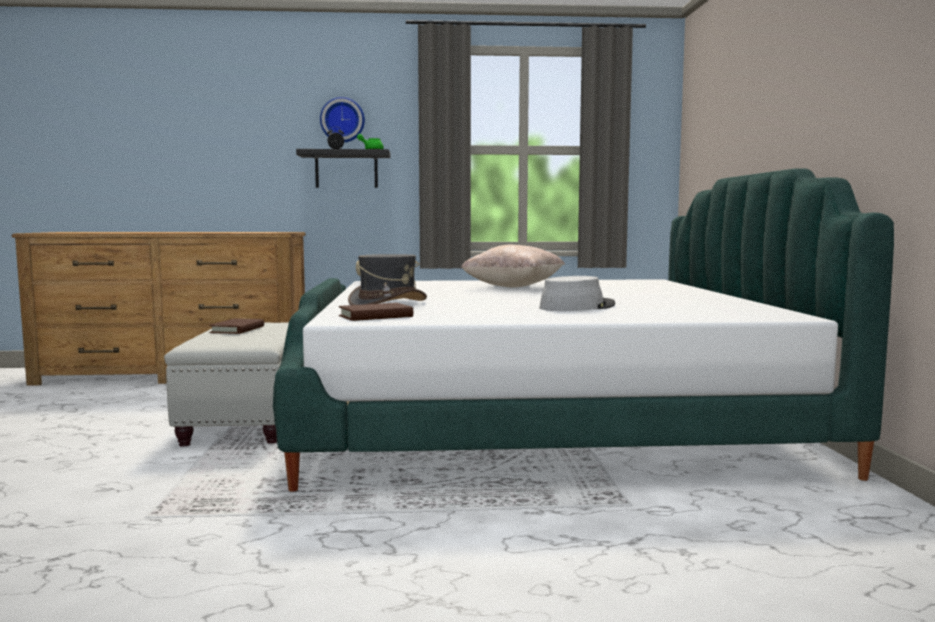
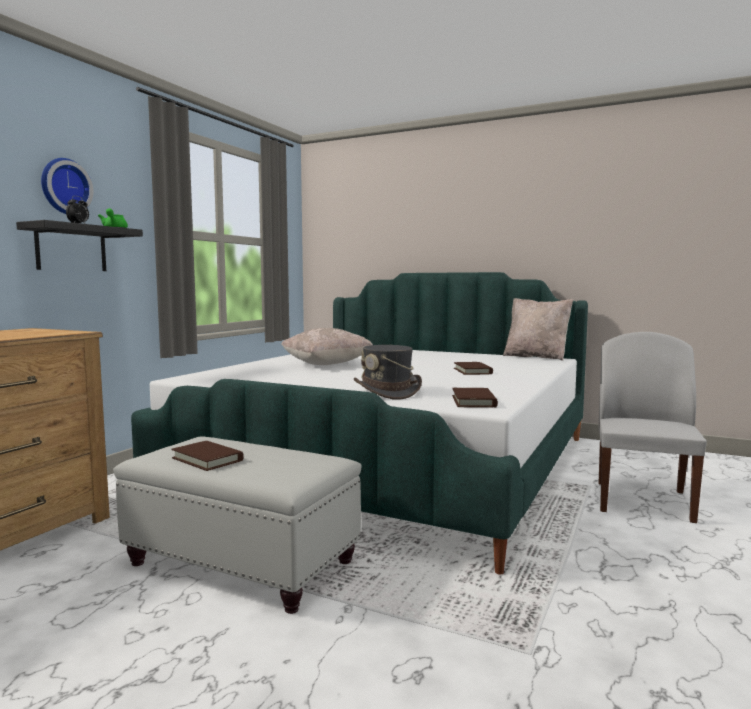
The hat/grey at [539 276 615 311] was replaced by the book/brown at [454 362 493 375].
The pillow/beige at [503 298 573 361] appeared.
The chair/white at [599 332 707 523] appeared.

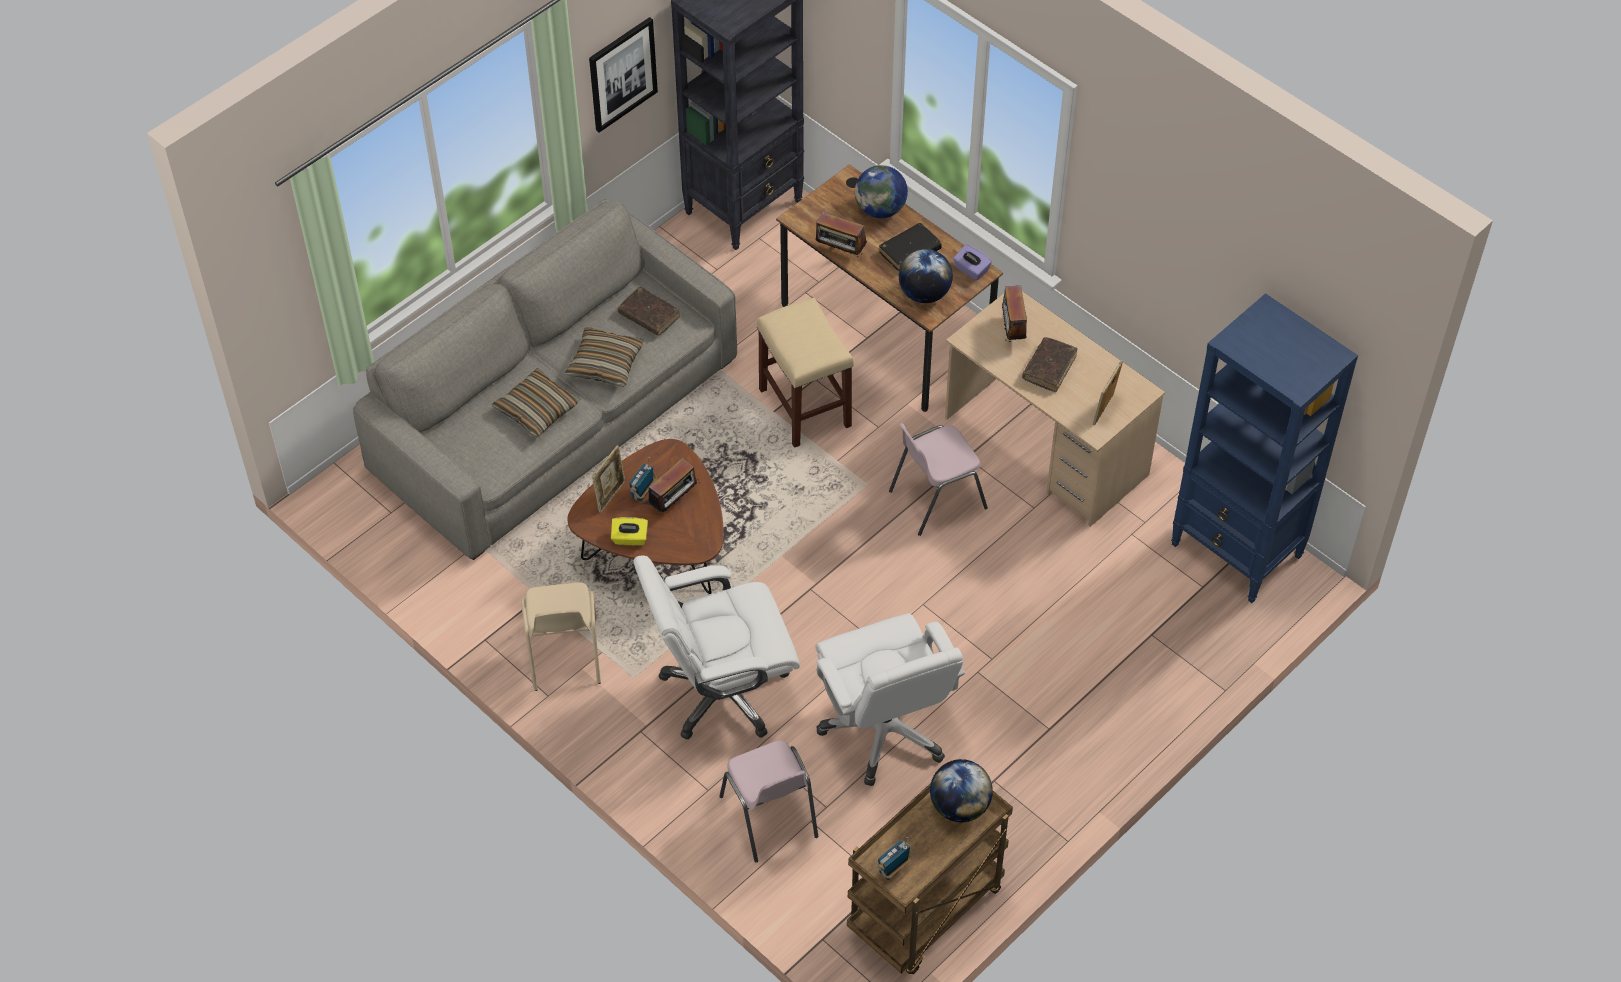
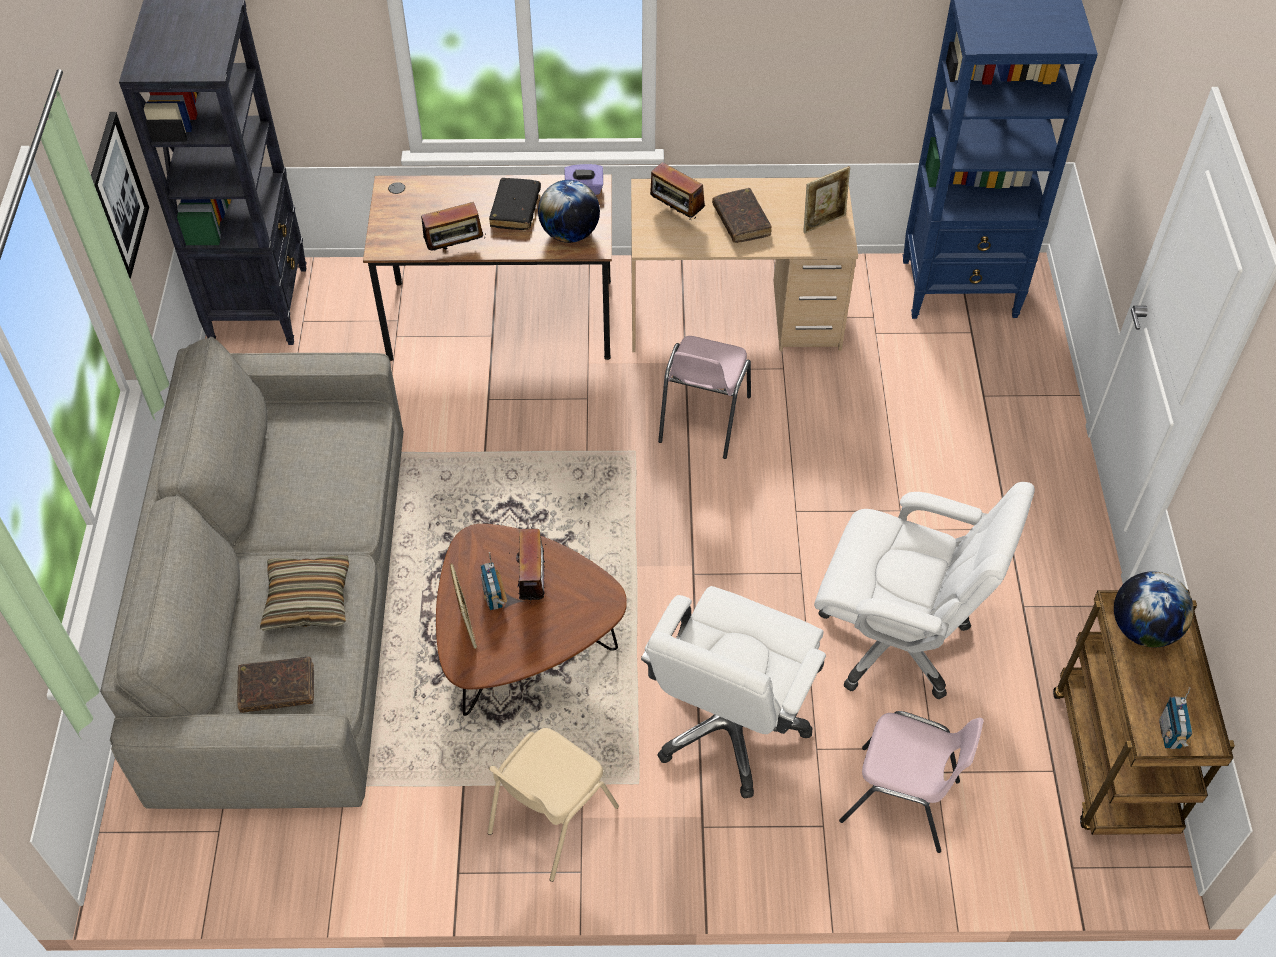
The chair/beige at [521 582 601 691] turned 90 degrees clockwise.
The pillow at [565 327 643 387] disappeared.
The tissue box/yellow at [611 517 648 546] disappeared.
The book/brown moved from [618 286 680 336] to [237 657 314 713].
The stool/beige at [757 298 854 448] disappeared.
The globe at [855 165 908 218] disappeared.
The picture frame at [1093 360 1123 425] turned 105 degrees counterclockwise.

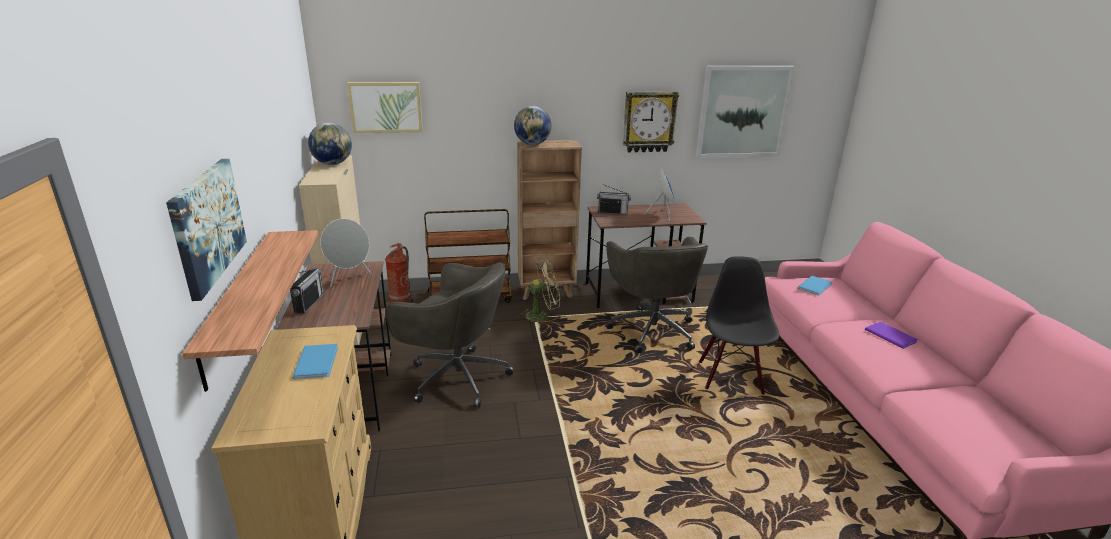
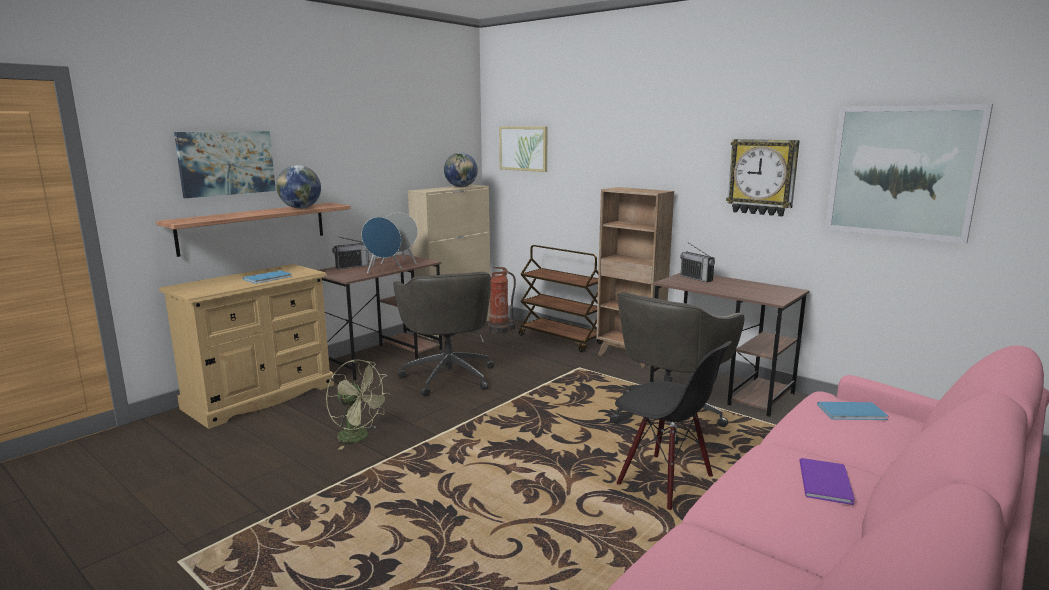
The globe moved from [514 106 552 145] to [276 165 321 209].
The fan/green moved from [518 260 560 323] to [326 359 390 450].
The speaker/blue moved from [644 168 675 221] to [362 217 402 274].
The chair/black at [699 256 779 394] turned 75 degrees clockwise.

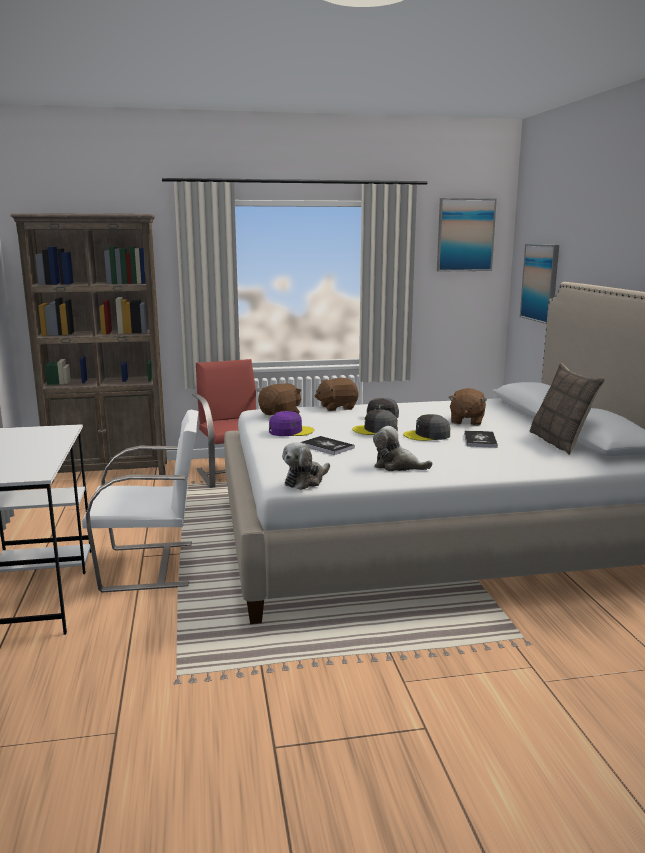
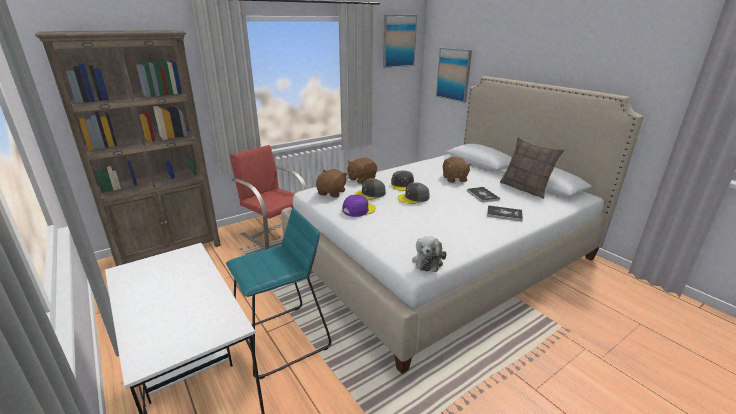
The chair/white at [82 410 198 592] was replaced by the stool/turquoise at [226 208 331 379].
The book moved from [300 436 355 455] to [487 205 523 221].
The plush toy at [373 426 433 471] disappeared.
The cap/grey moved from [403 414 450 441] to [355 179 386 200].

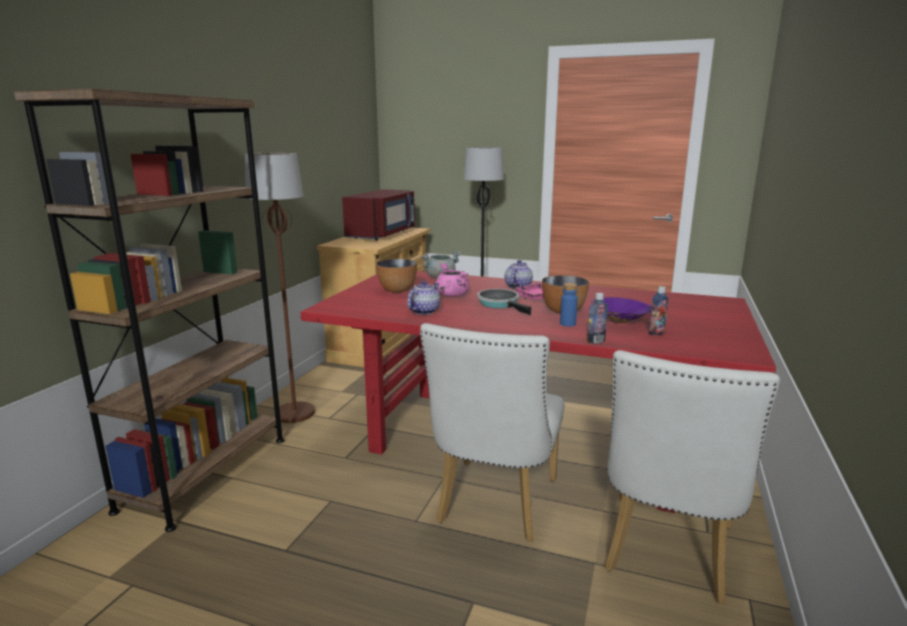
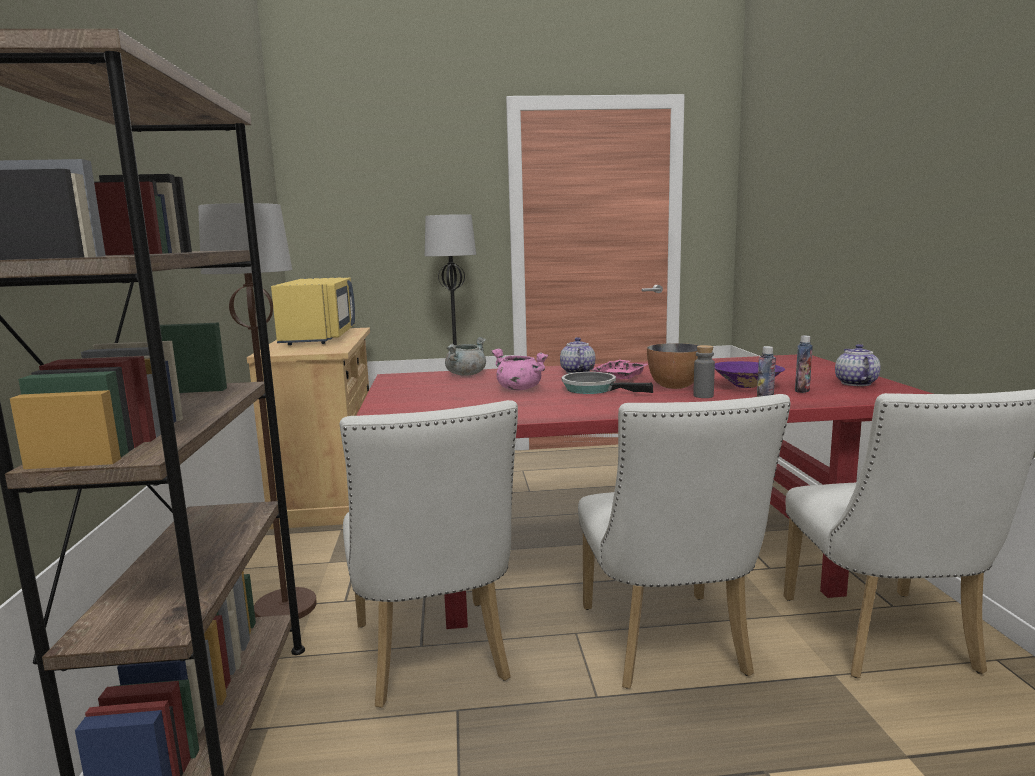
The microwave/red at [342 189 415 240] became the microwave/yellow at [271 277 355 345].
The bowl at [376 259 417 293] disappeared.
The teapot moved from [407 281 440 315] to [835 344 881 386].
The bottle/blue at [560 283 578 326] became the bottle/grey at [693 345 715 398].
The chair/white at [340 400 518 708] appeared.

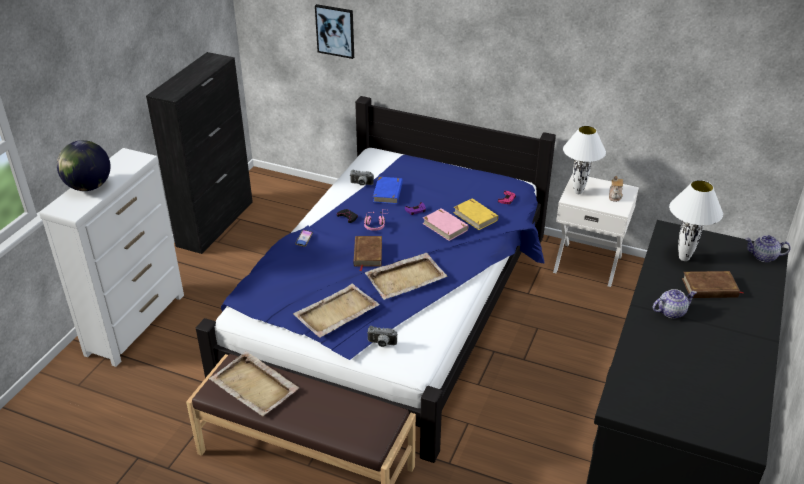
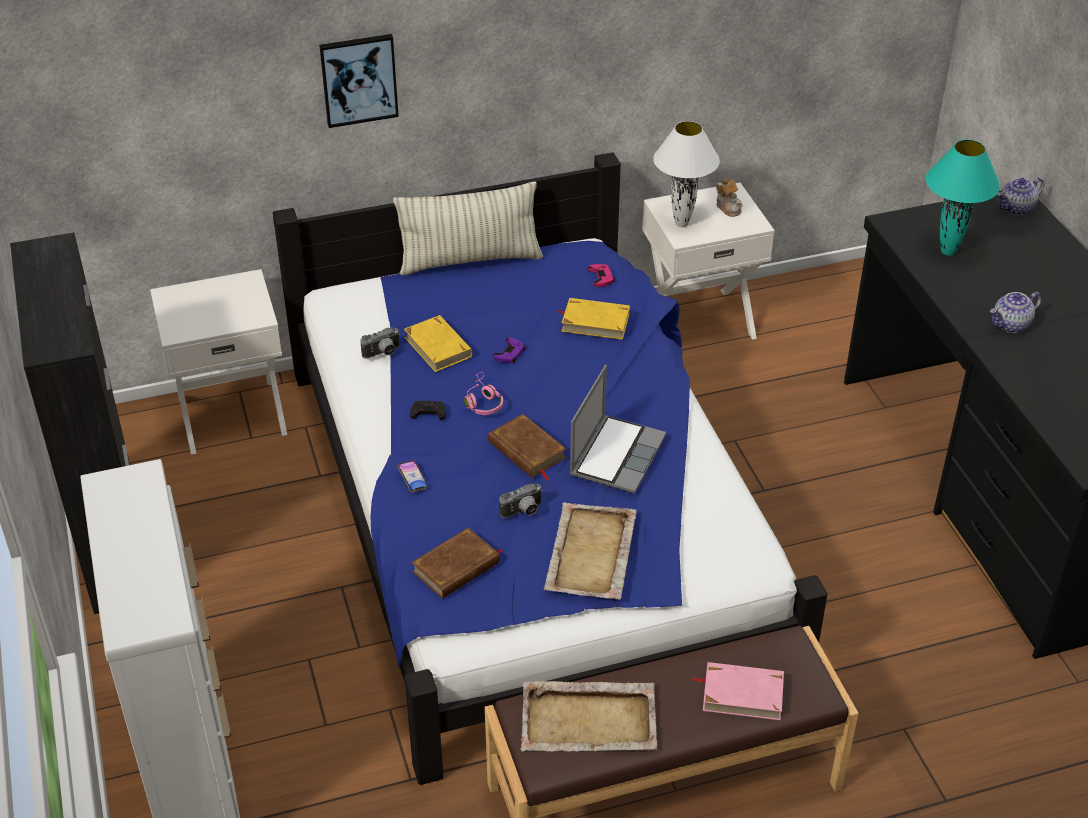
The globe at [57 140 110 191] disappeared.
The picture moved from [315 4 354 59] to [319 34 399 128].
The tray/beige at [365 253 448 300] was replaced by the laptop at [570 365 666 493].
The photo camera moved from [367 326 397 347] to [499 483 543 518].
The book/blue at [373 177 403 204] became the book/yellow at [404 315 472 372].
The book/pink moved from [423 208 468 241] to [692 662 784 720].
The teapot at [653 289 697 319] turned 150 degrees counterclockwise.
The table lamp/white at [669 180 723 261] became the table lamp/turquoise at [926 139 1000 256].
The book/brown moved from [682 271 743 298] to [411 528 503 599].
The nightstand/white at [150 269 287 455] appeared.
The pillow at [393 181 543 275] appeared.

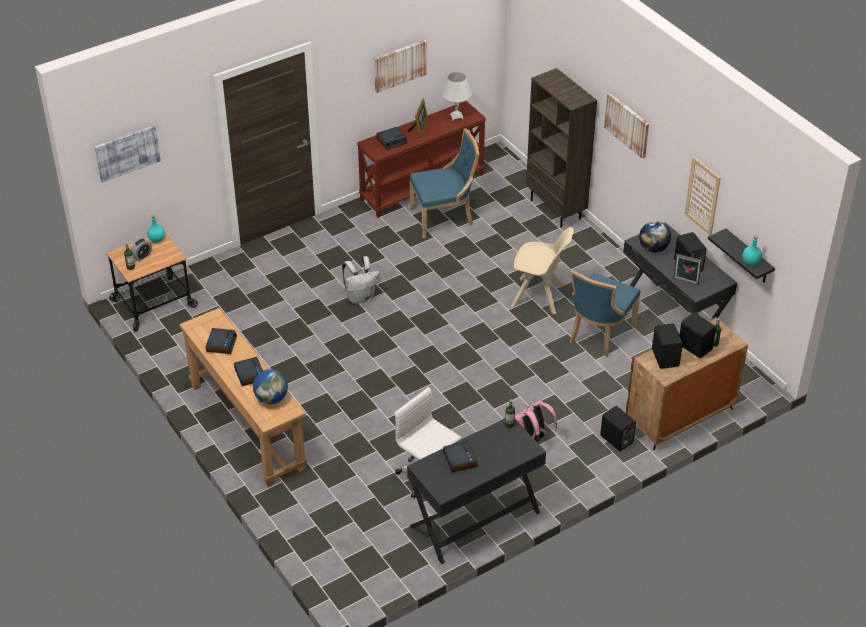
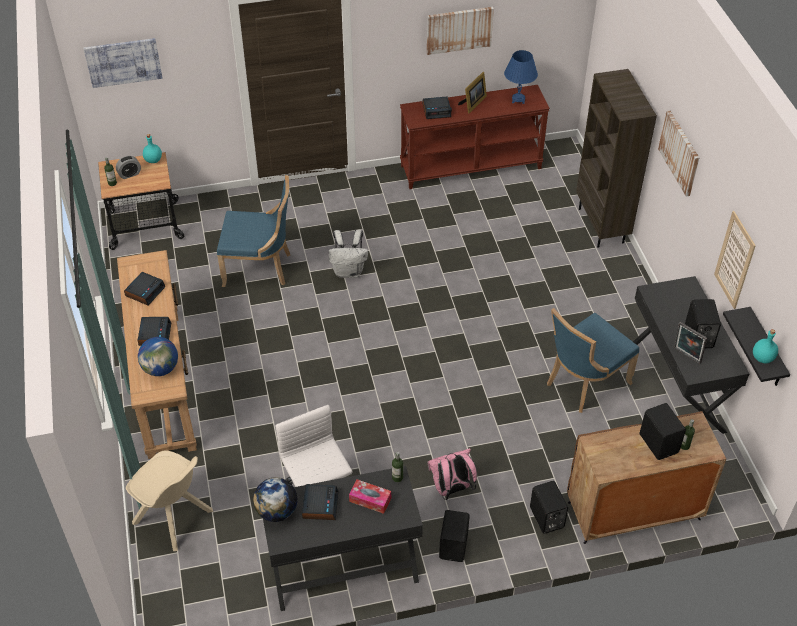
The chair/blue moved from [409 129 479 238] to [217 175 290 287].
The table lamp/white at [442 72 472 121] became the table lamp/blue at [504 50 538 104].
The chair/beige moved from [511 227 574 314] to [126 451 213 551].
The globe moved from [639 221 671 253] to [253 477 297 522].
The speaker/black moved from [652 323 683 369] to [439 510 470 562].
The tissue box at [349 479 391 514] appeared.

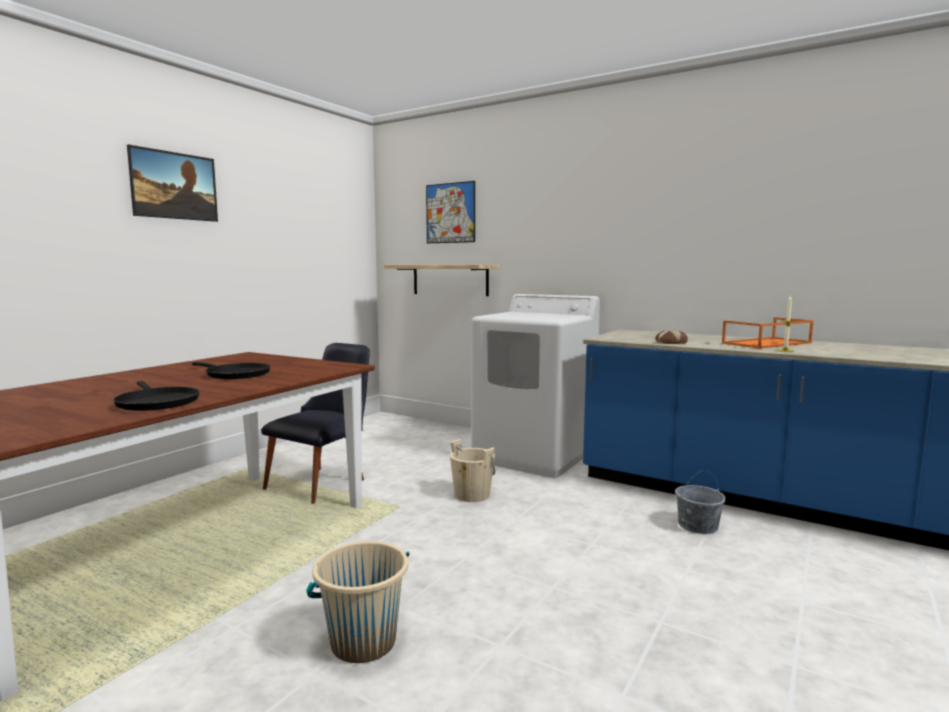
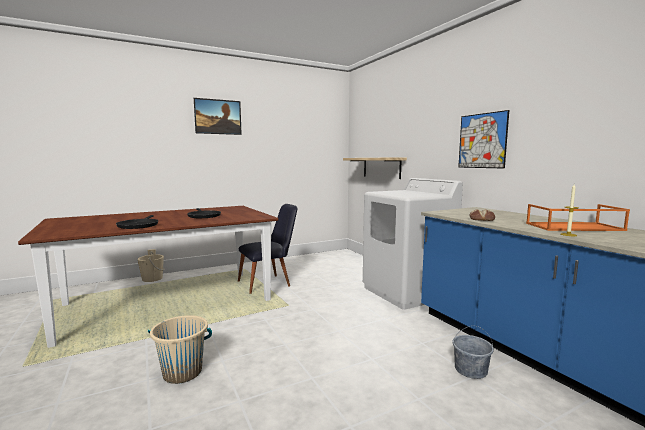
The picture moved from [426 181 475 243] to [458 110 509 169].
The bucket/beige moved from [450 439 495 502] to [138 249 164 282].

